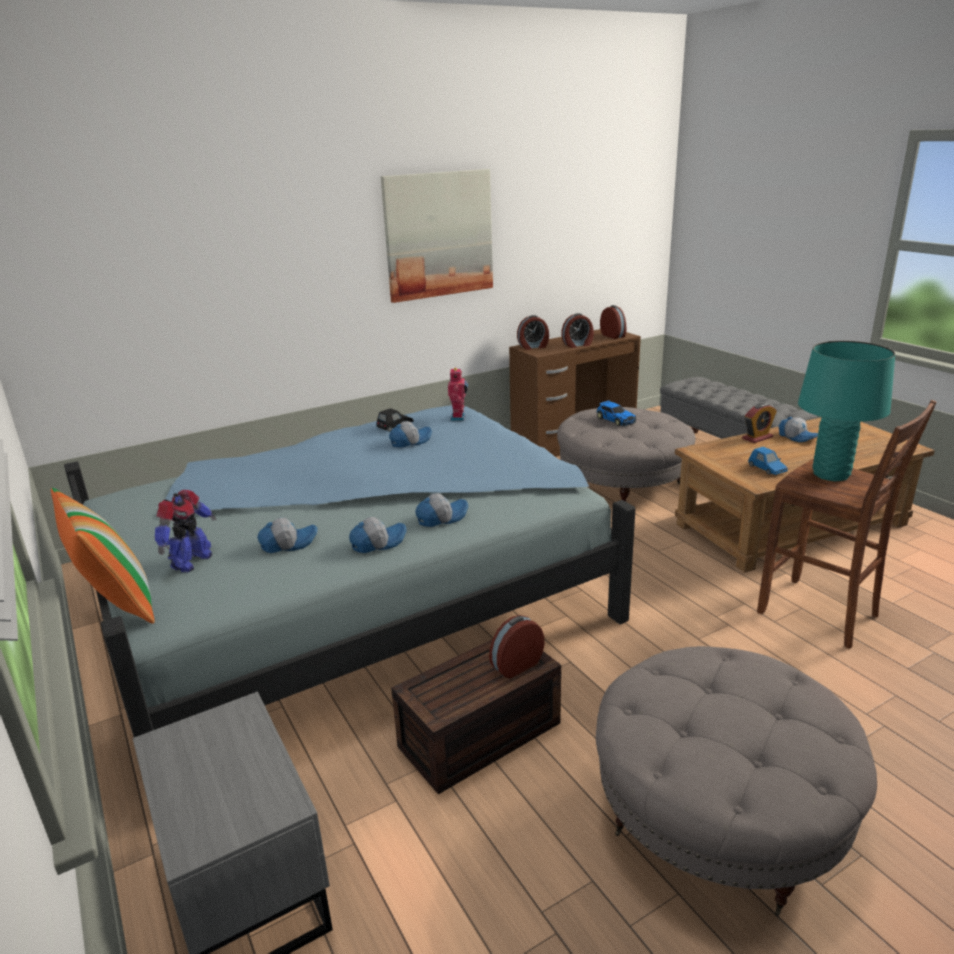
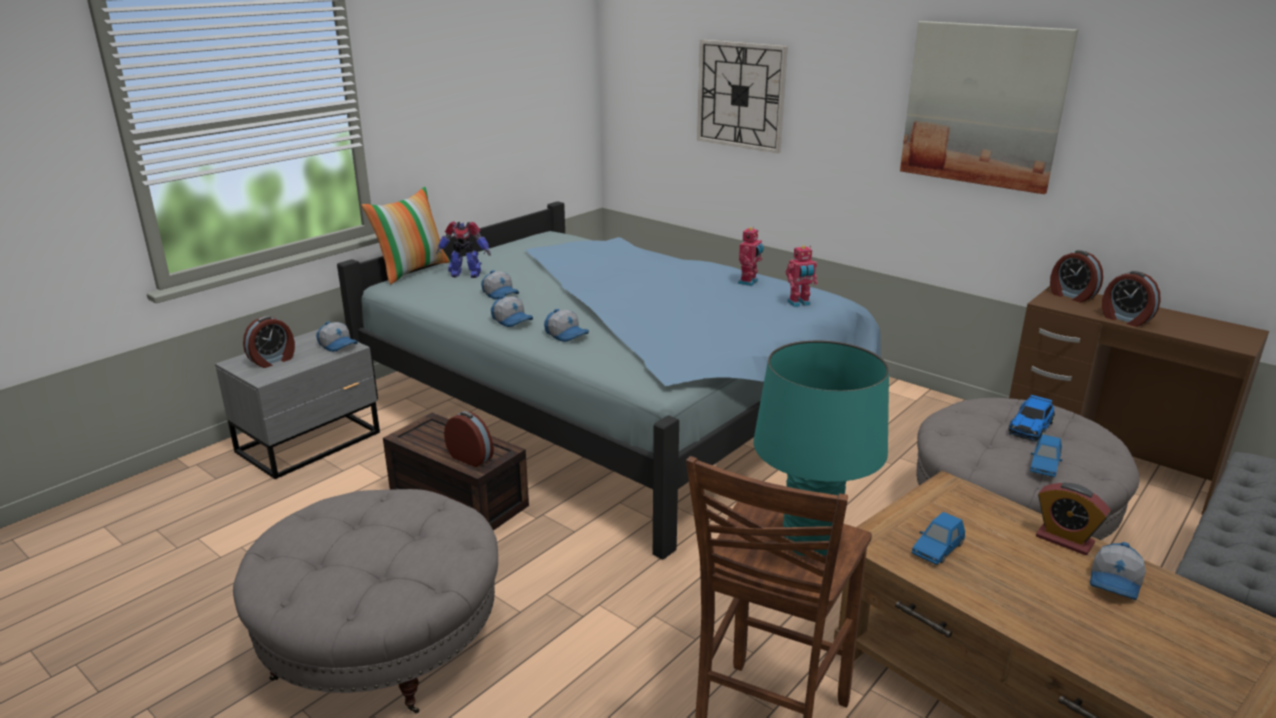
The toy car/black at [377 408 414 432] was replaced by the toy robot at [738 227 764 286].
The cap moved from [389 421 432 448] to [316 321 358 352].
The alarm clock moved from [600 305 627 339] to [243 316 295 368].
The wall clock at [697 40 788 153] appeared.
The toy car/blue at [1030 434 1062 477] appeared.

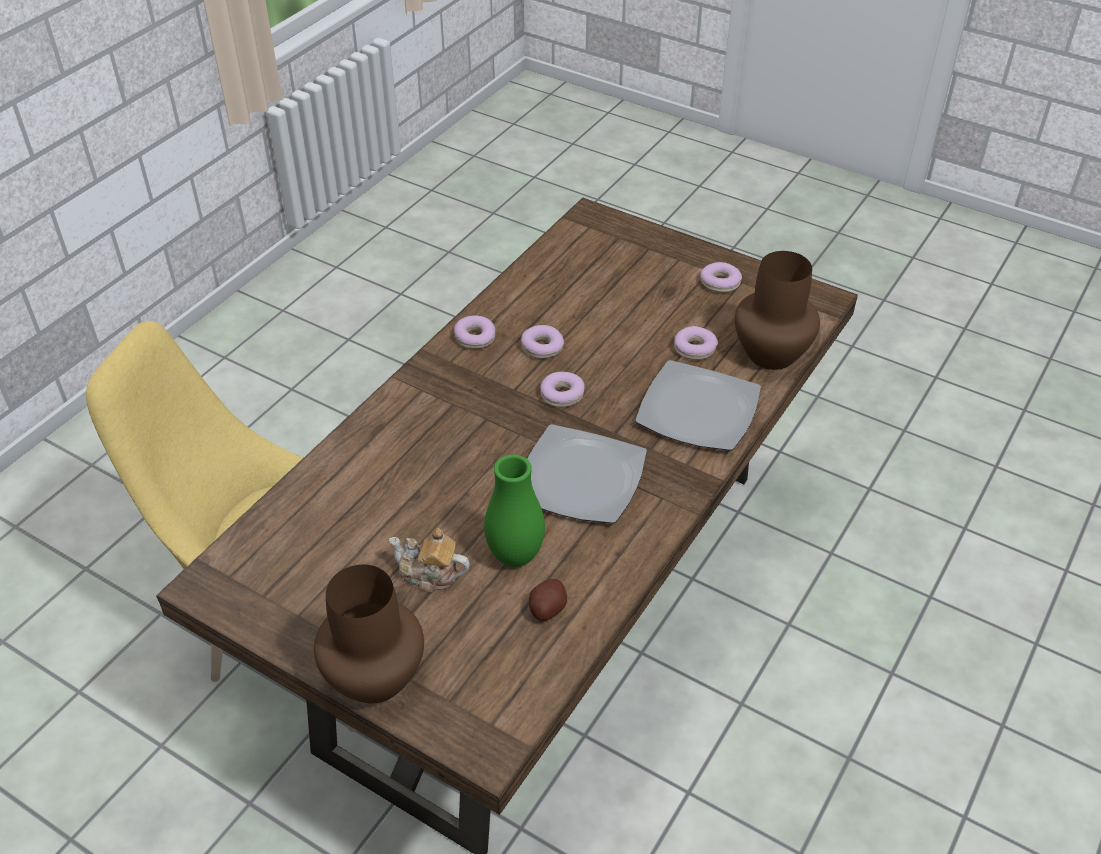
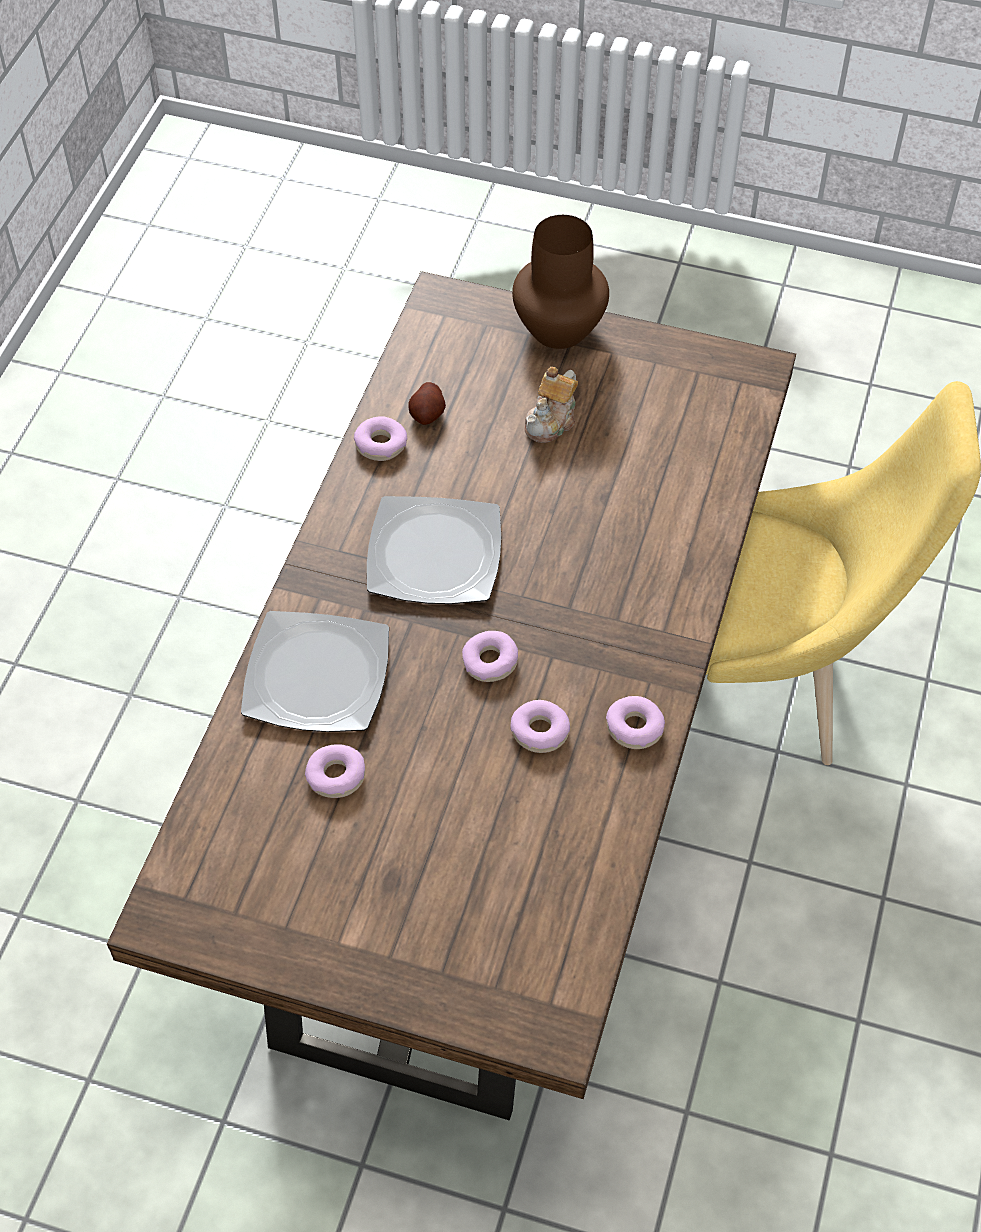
The teapot at [389 528 470 593] turned 120 degrees clockwise.
The vase/green at [484 454 545 567] disappeared.
The donut moved from [700 262 742 293] to [354 416 407 461].
The vase/brown at [735 251 820 370] disappeared.

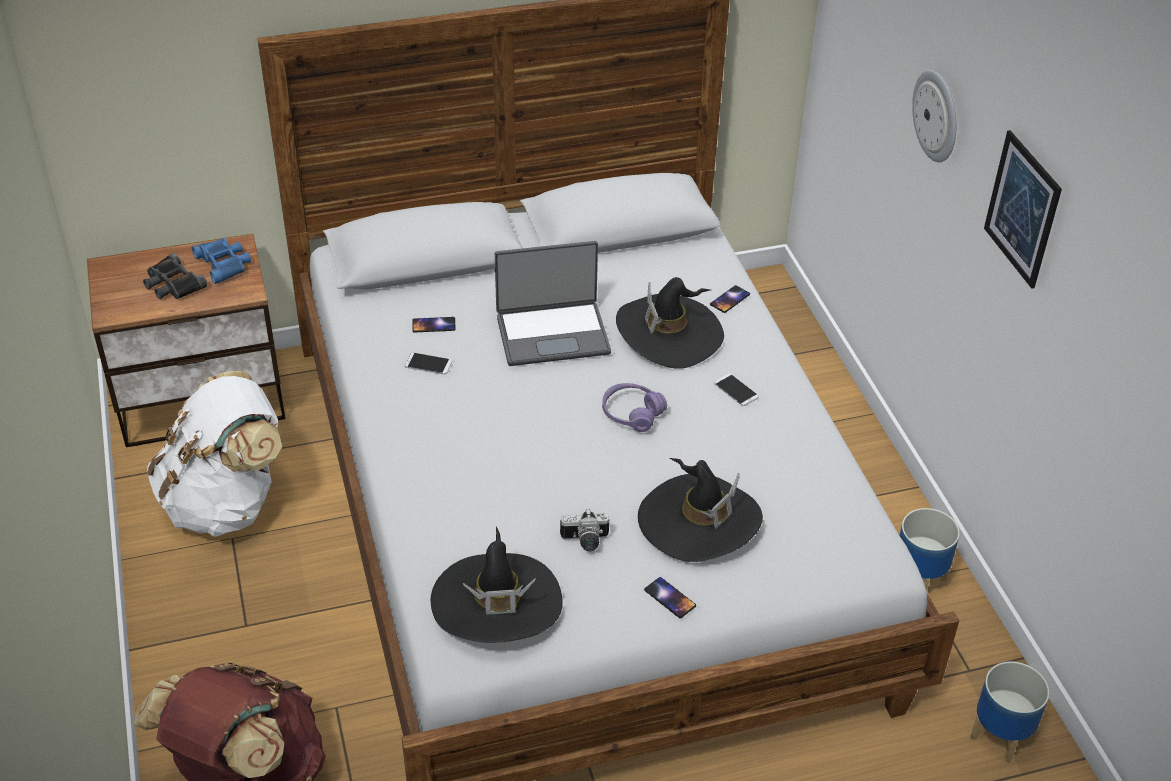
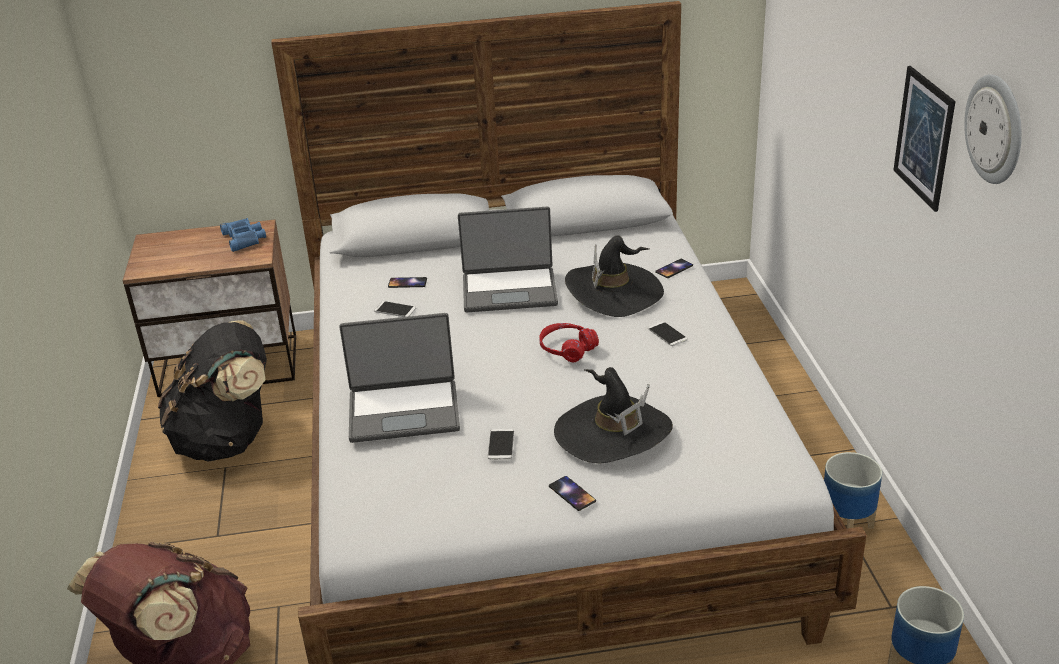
The binoculars/black at [143 253 207 299] disappeared.
The backpack/white at [147 371 282 537] became the backpack/black at [158 320 267 462].
The hat/black at [431 527 563 643] disappeared.
The photo camera at [560 509 609 551] was replaced by the phone at [488 429 514 459].
The headphones/purple at [602 383 667 432] became the headphones/red at [539 323 599 362].
The wall clock moved from [912 70 956 162] to [964 74 1022 184].
The laptop at [340 313 460 443] appeared.

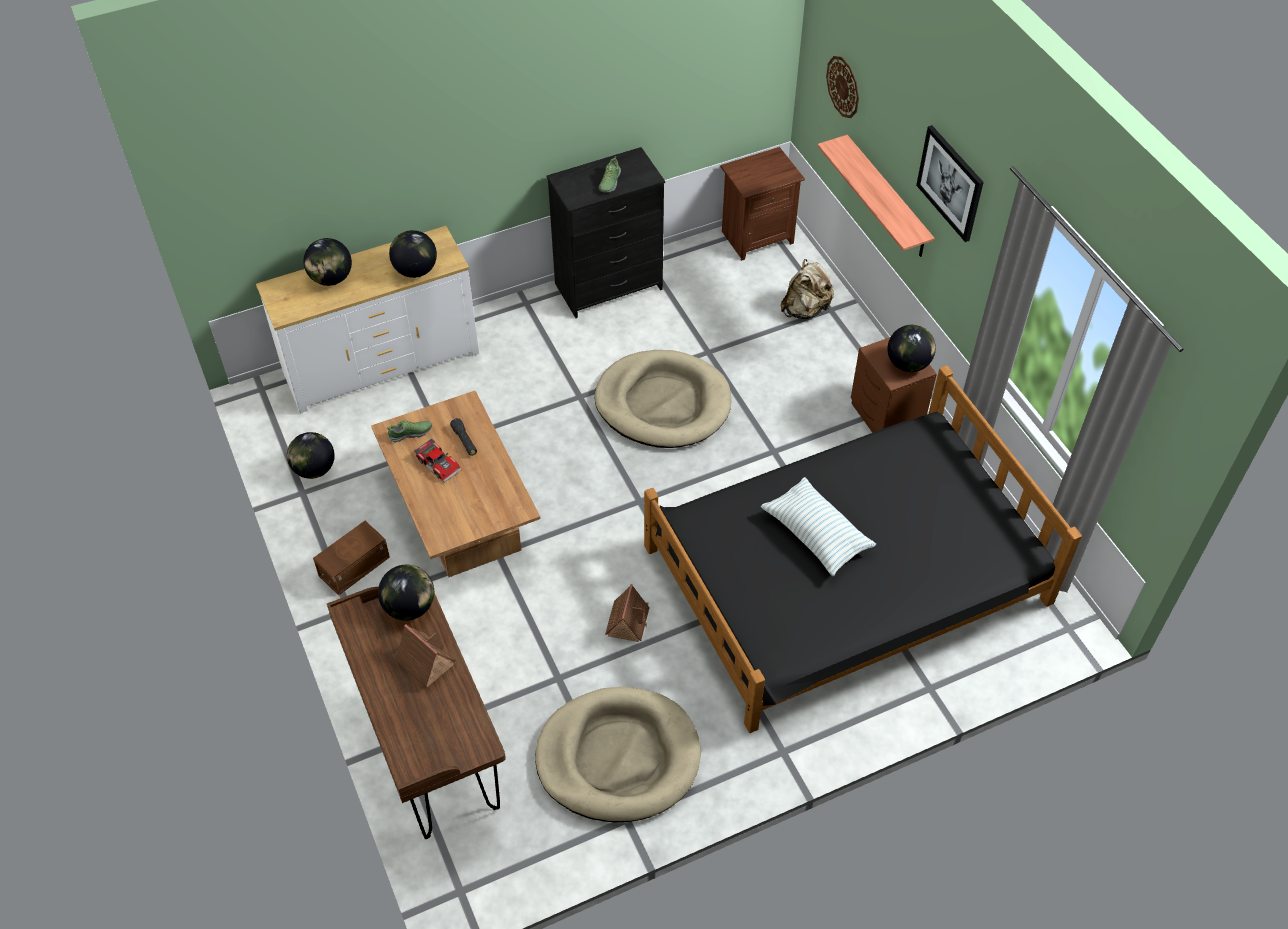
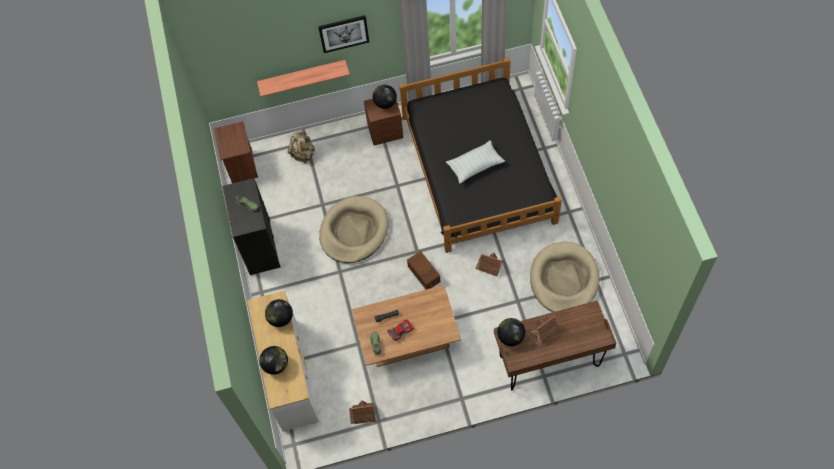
The globe at [287 432 335 479] was replaced by the toy house at [349 401 376 424].
The storage box/brown moved from [313 521 390 596] to [407 251 440 290].
The wall clock at [826 56 859 118] disappeared.

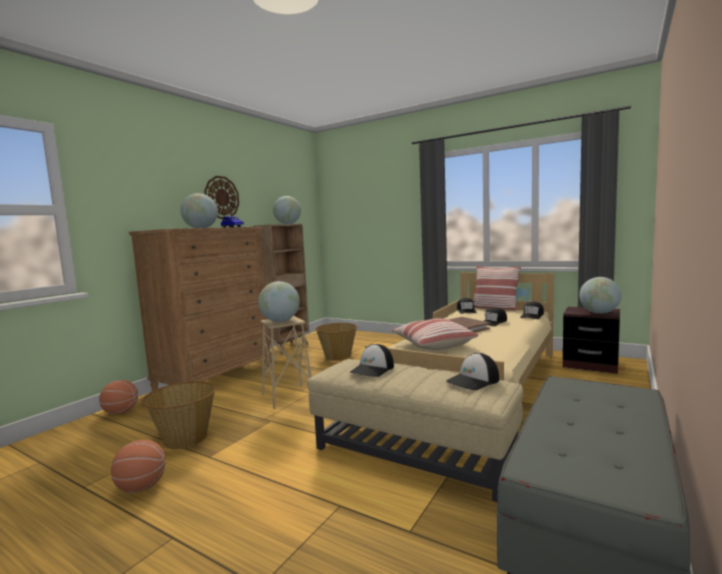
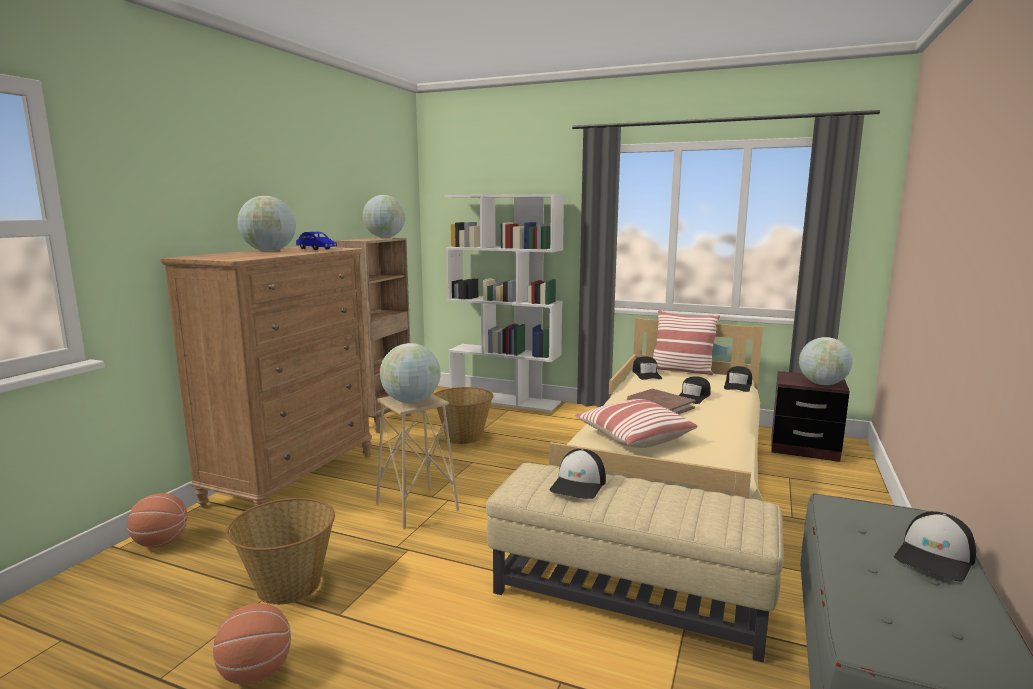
The wall clock at [204 176 239 219] disappeared.
The cap moved from [446 353 499 390] to [894 511 976 582].
The bookcase/white at [445 194 564 412] appeared.

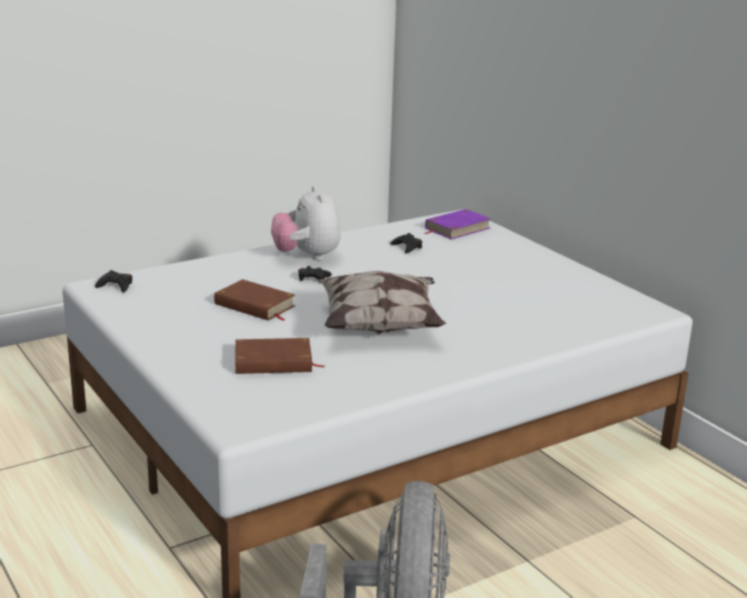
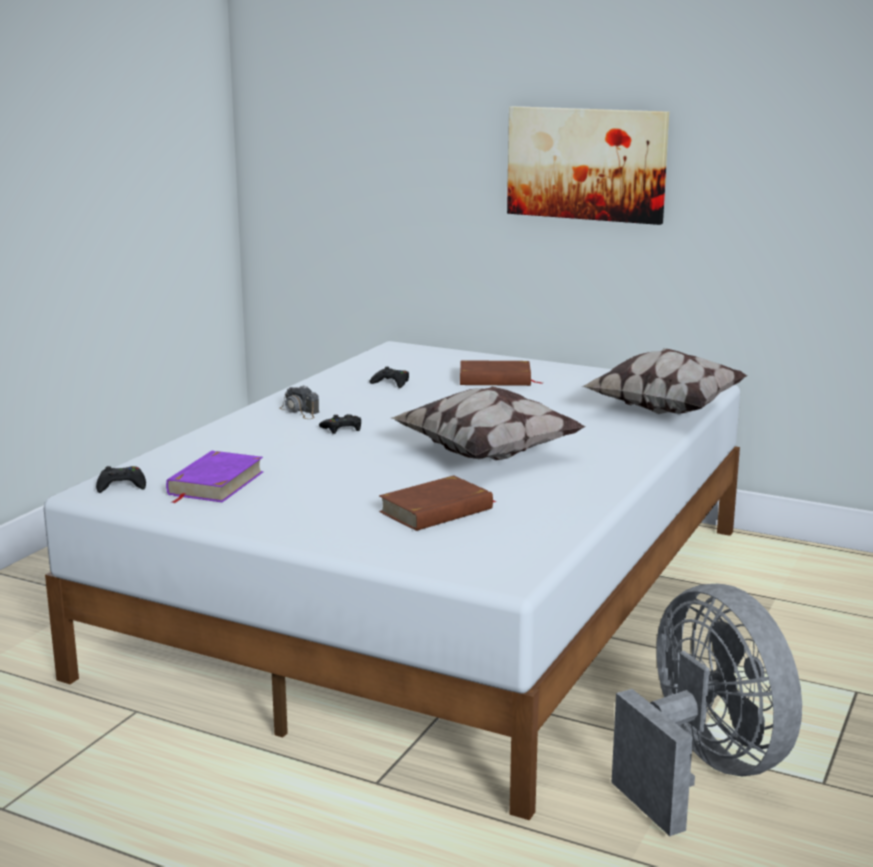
The book/brown moved from [214 279 295 321] to [460 360 544 386].
The plush toy at [271 186 341 261] was replaced by the photo camera at [280 385 319 419].
The book/purple moved from [425 209 491 239] to [166 451 264 503].
The picture at [507 106 669 225] appeared.
The pillow at [582 348 747 414] appeared.

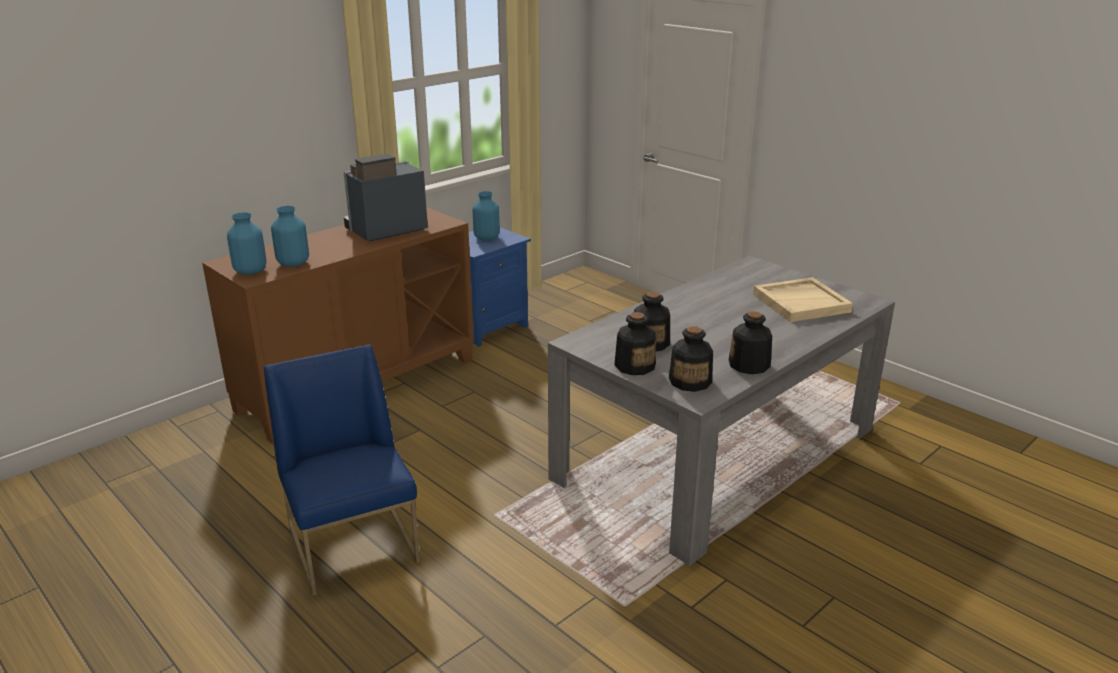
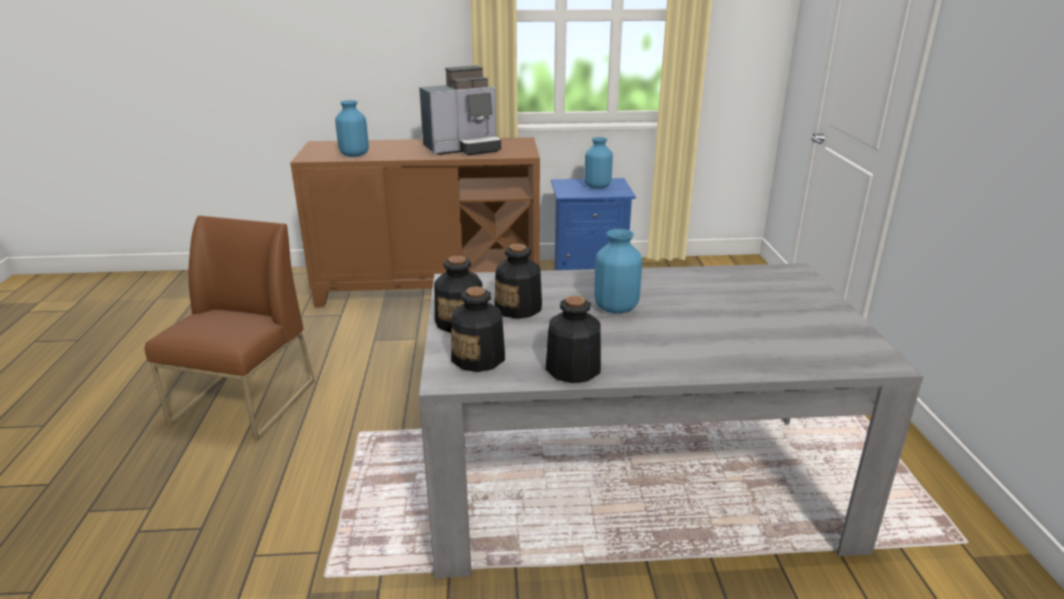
The vase/blue moved from [227 212 266 275] to [594 229 642 313].
The chair/blue at [264 344 421 596] became the chair/brown at [145 216 315 441].
The coffee machine at [344 154 428 242] turned 150 degrees clockwise.
The tray/beige at [753 277 853 322] disappeared.

